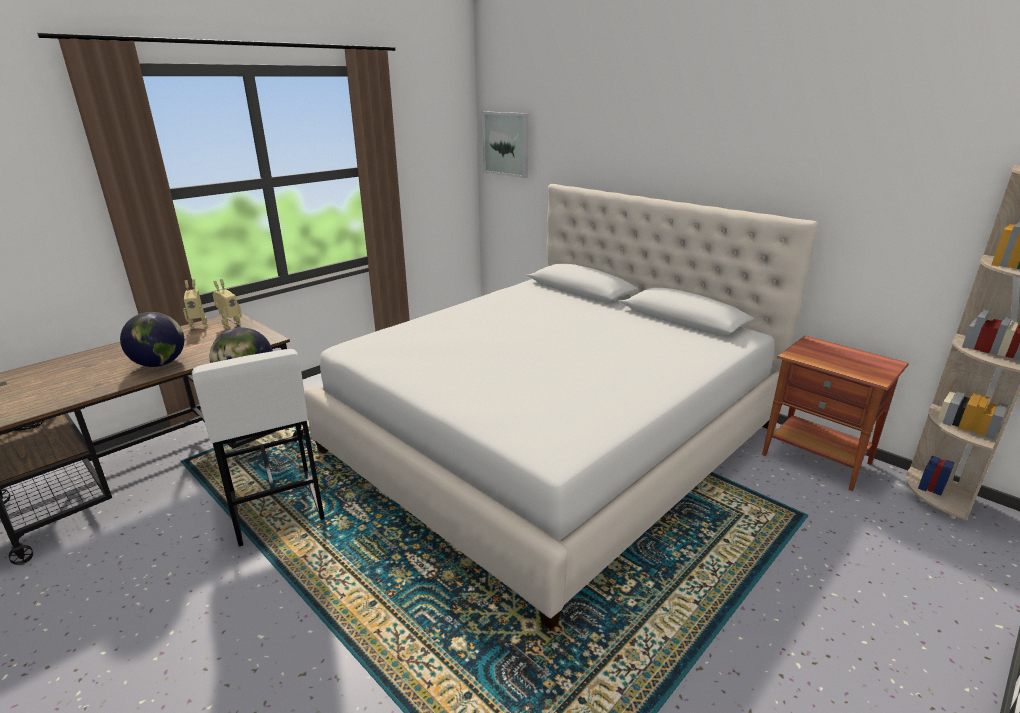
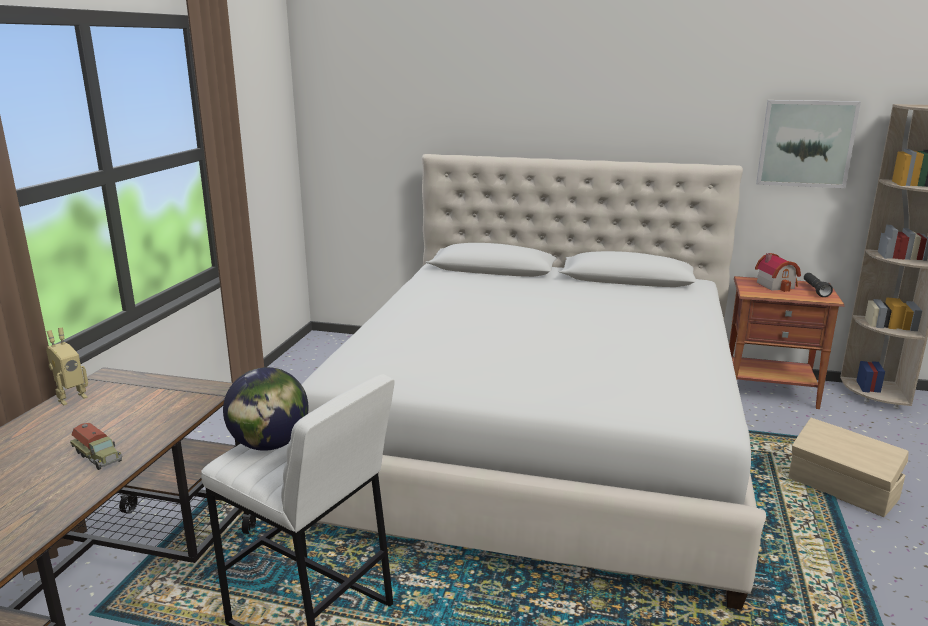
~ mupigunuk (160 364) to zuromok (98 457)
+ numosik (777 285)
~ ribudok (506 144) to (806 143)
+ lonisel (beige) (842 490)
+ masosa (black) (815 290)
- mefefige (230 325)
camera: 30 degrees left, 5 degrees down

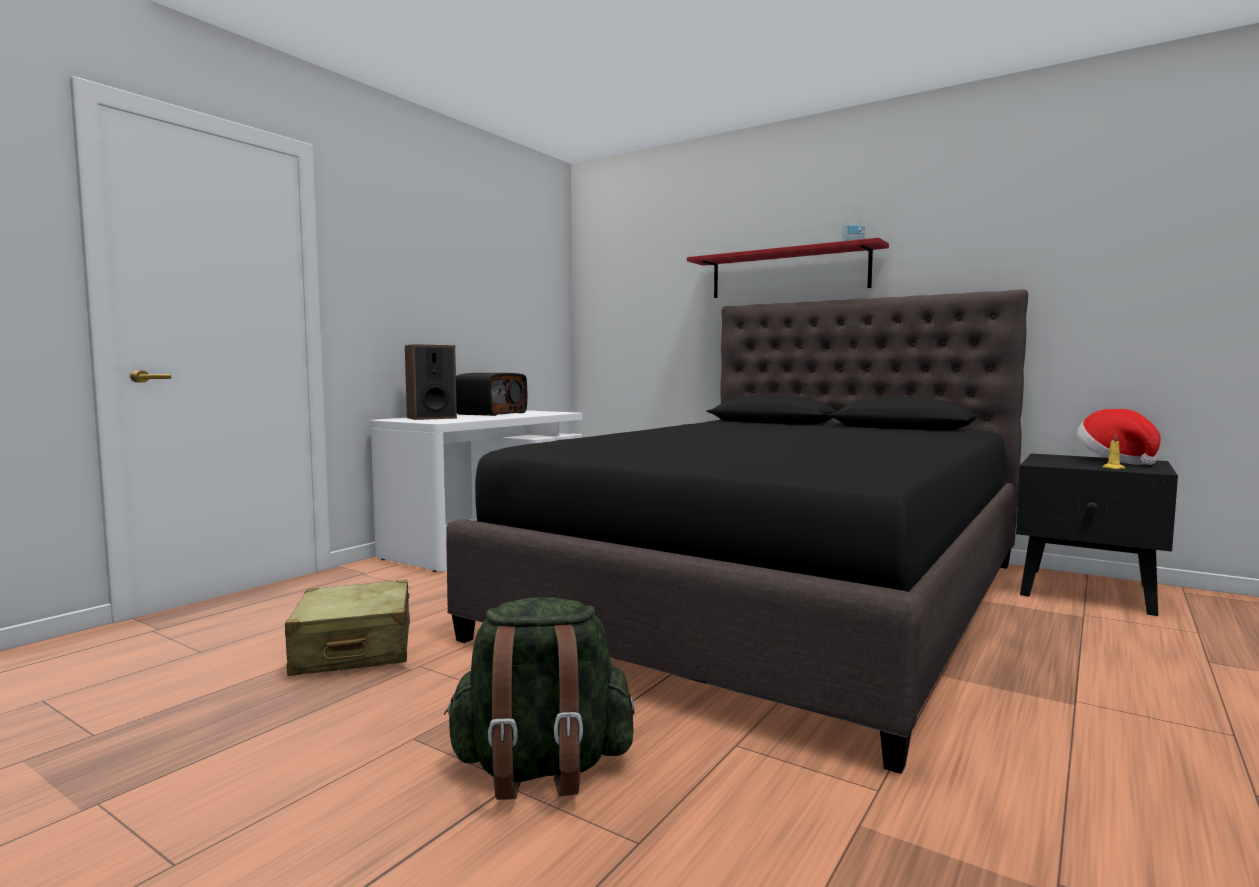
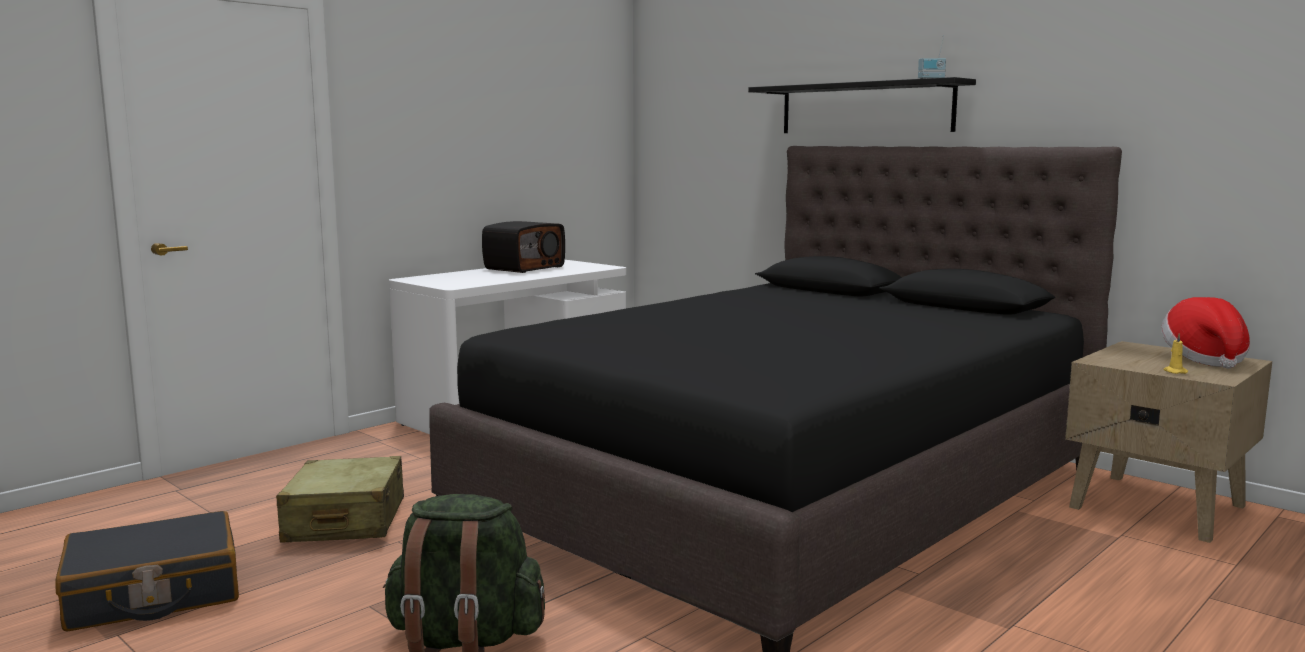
+ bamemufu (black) (153 593)
~ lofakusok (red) (788 273) to lofakusok (black) (865 108)
~ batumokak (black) (1089 590) to batumokak (beige) (1159 507)
- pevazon (431 418)
camera: 10 degrees right, 5 degrees up

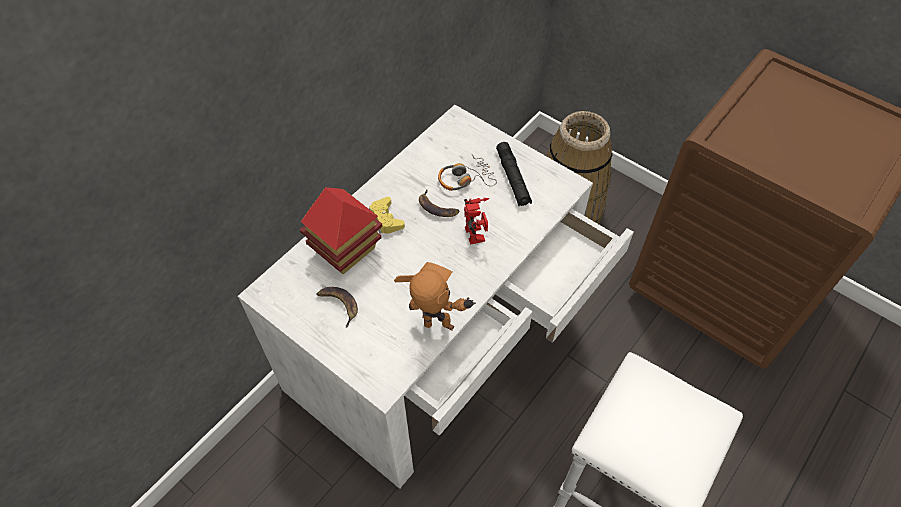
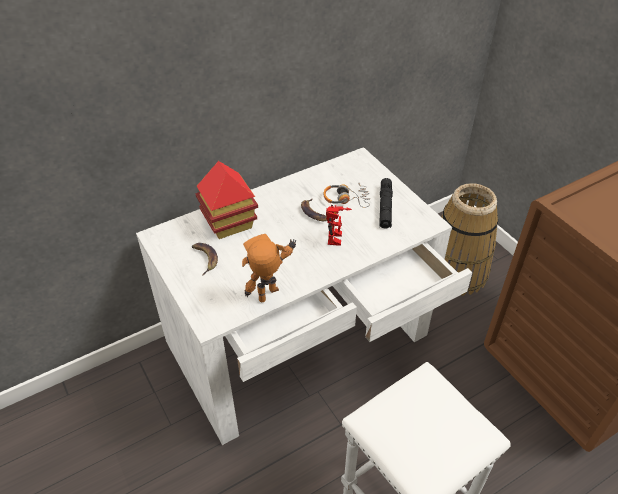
~ mefefige (438 330) = (271 297) 75 degrees counterclockwise
- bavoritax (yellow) (386 219)
camera: 20 degrees right, 10 degrees down

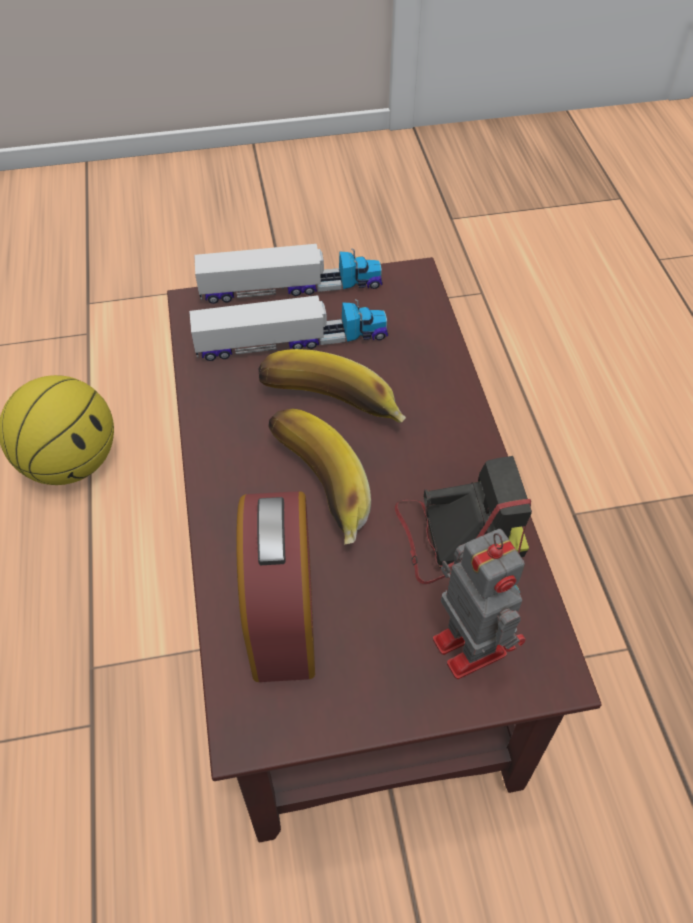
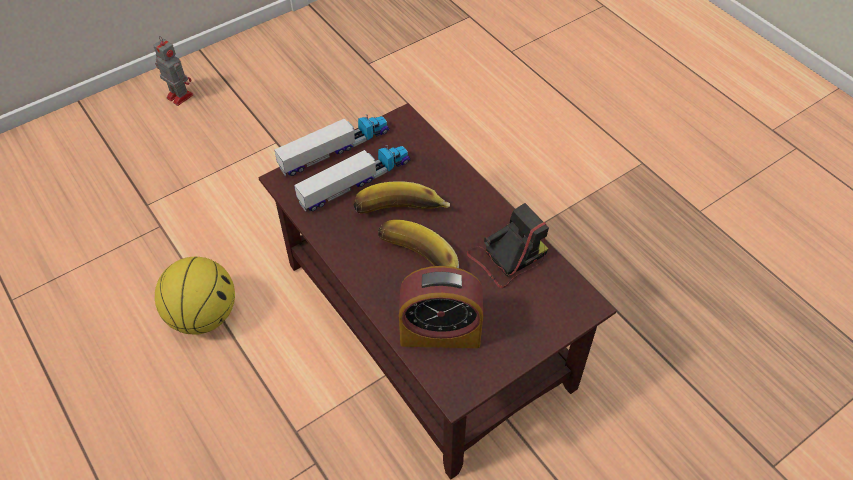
~ mefefige (467 643) to (179 96)
~ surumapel (282 615) = (440 332) 120 degrees clockwise
camera: 25 degrees left, 0 degrees up

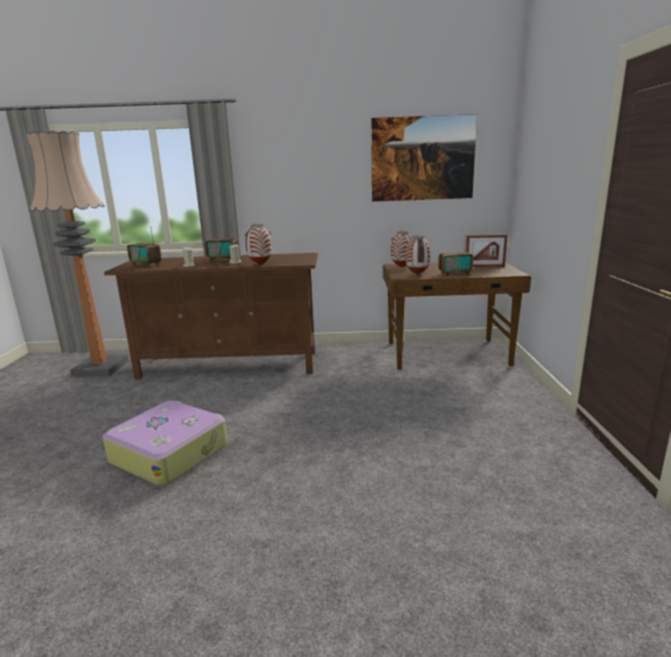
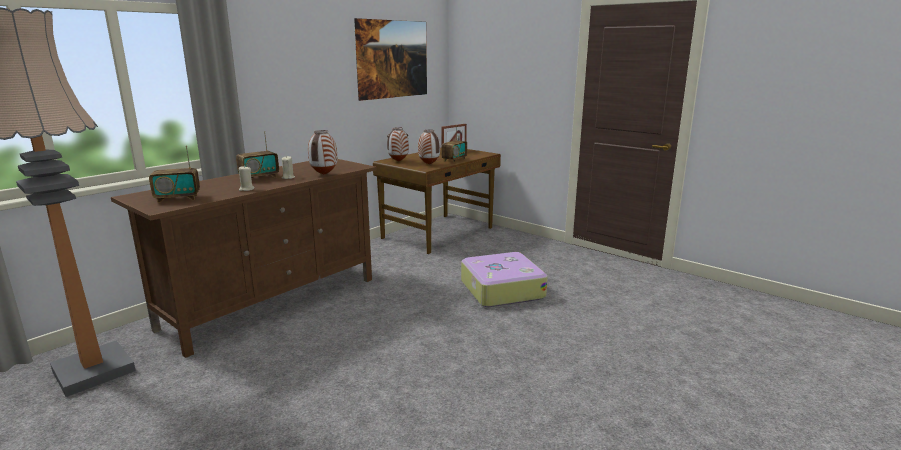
~ bamemufu (170 452) to (501 289)
camera: 50 degrees left, 0 degrees up

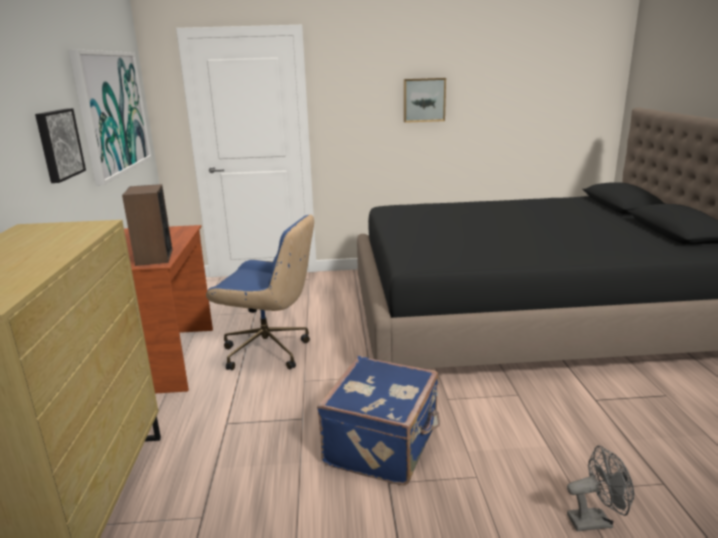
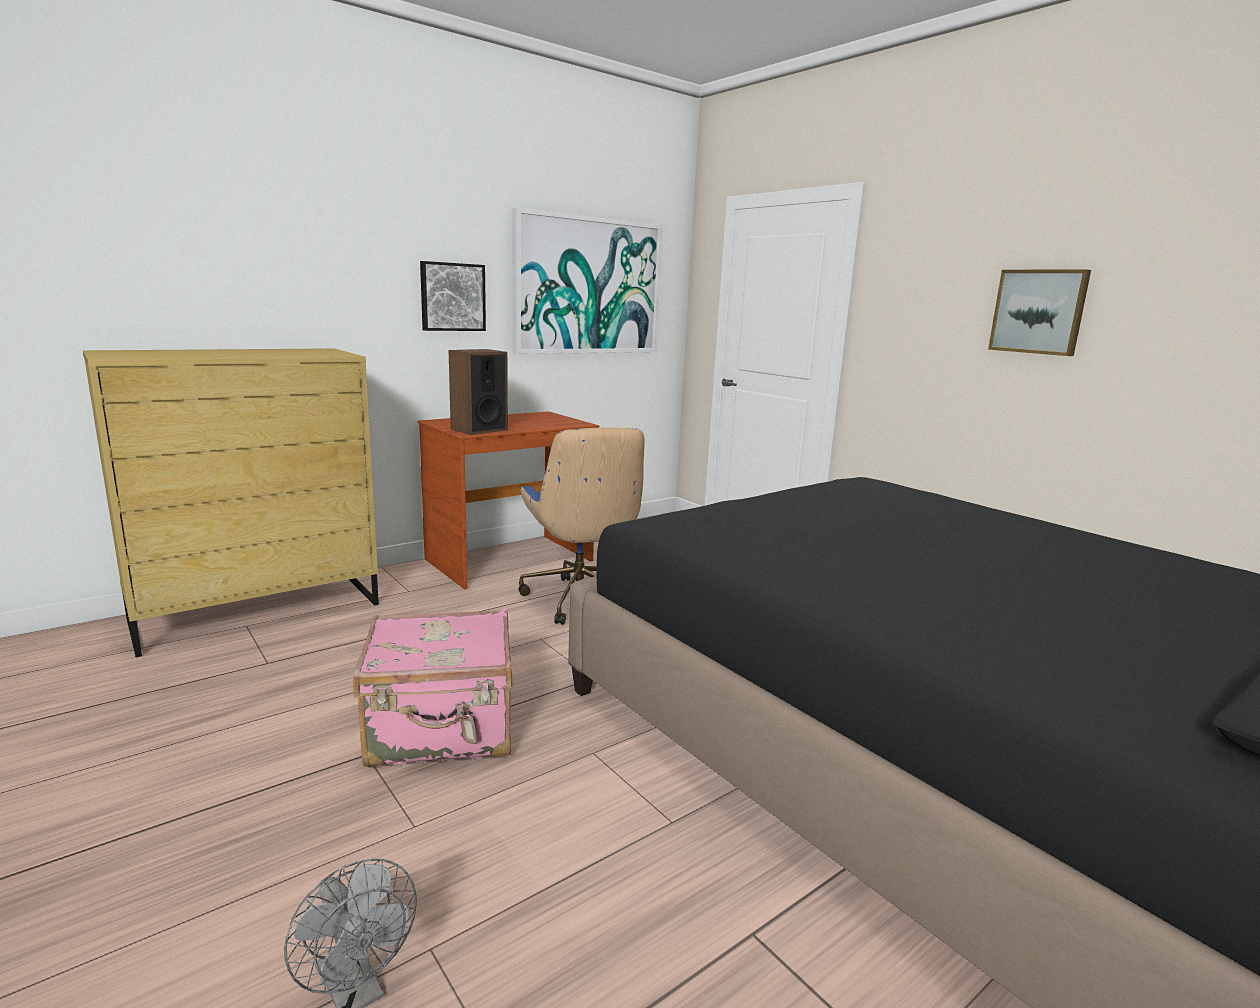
~ bamemufu (blue) (383 445) to bamemufu (pink) (442 730)
camera: 55 degrees right, 5 degrees down

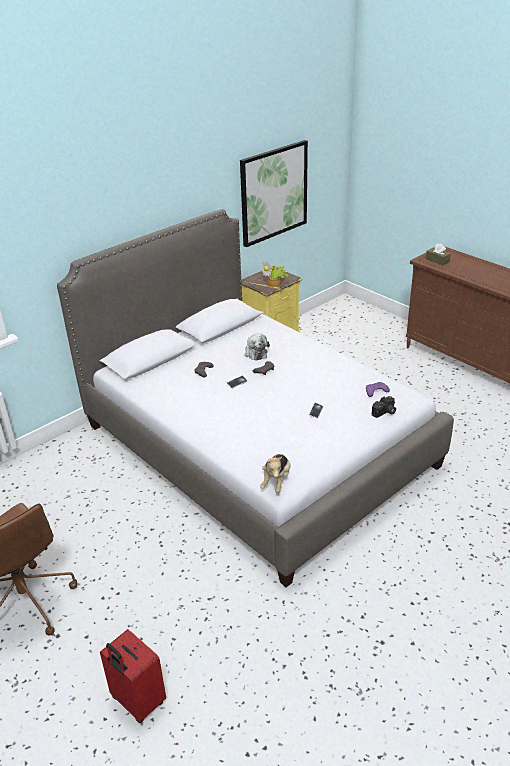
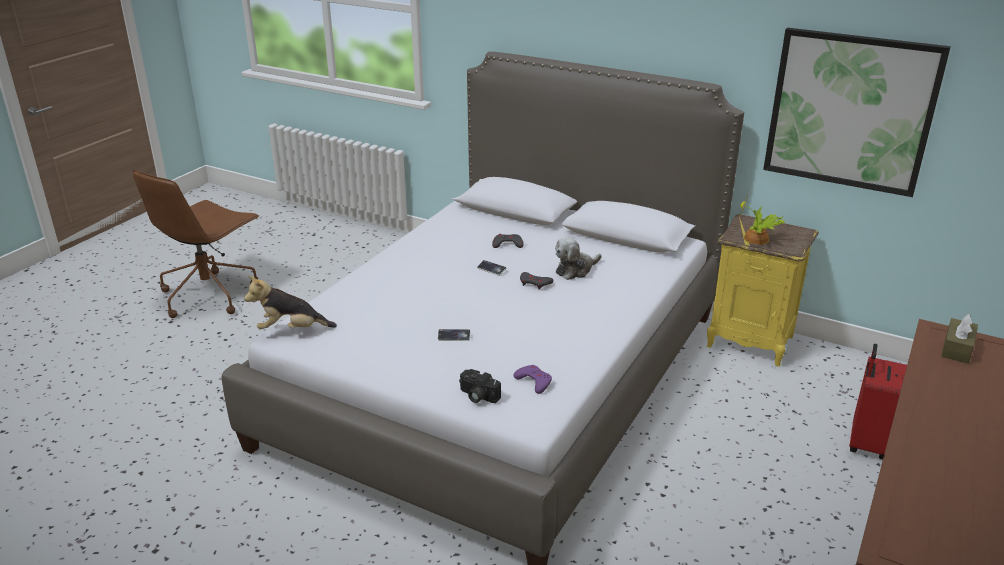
~ bamemufu (red) (137 702) to (867 443)
camera: 70 degrees right, 5 degrees down

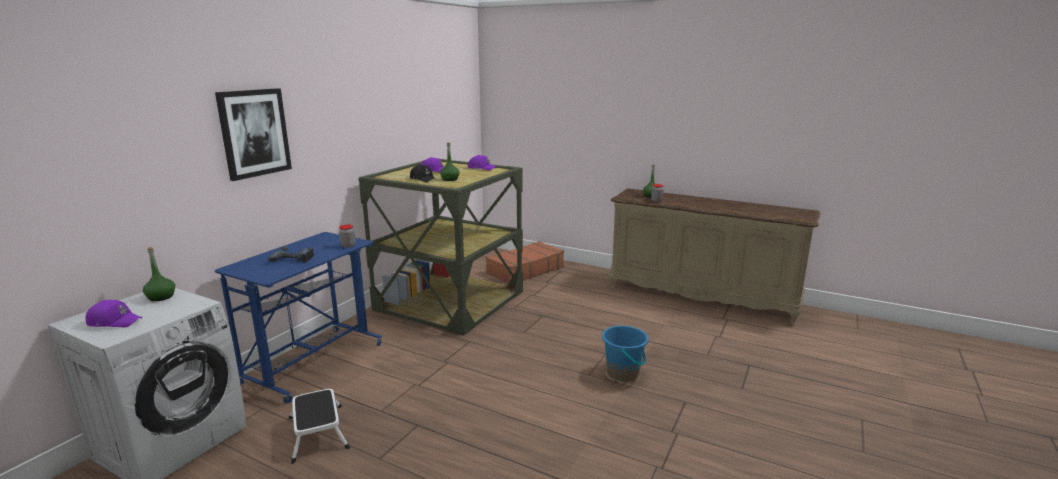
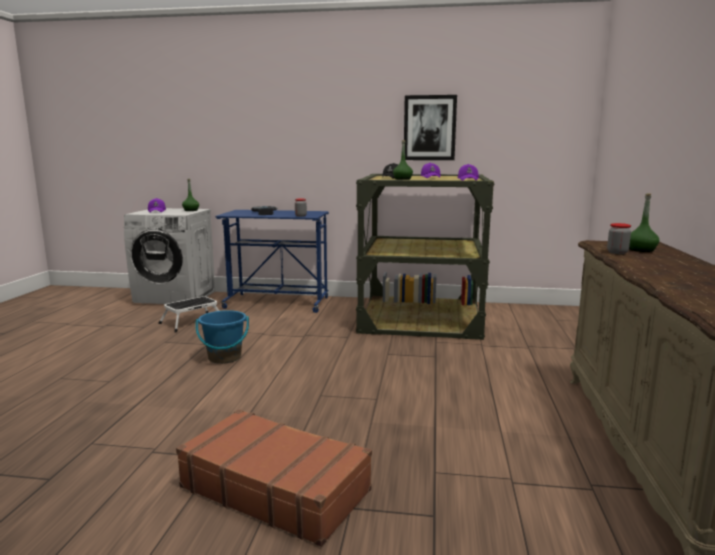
~ bamemufu (brown) (524 270) to (275 488)
~ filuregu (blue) (623 373) to (224 358)
~ ribudok (254 133) to (429 128)
camera: 70 degrees right, 5 degrees down

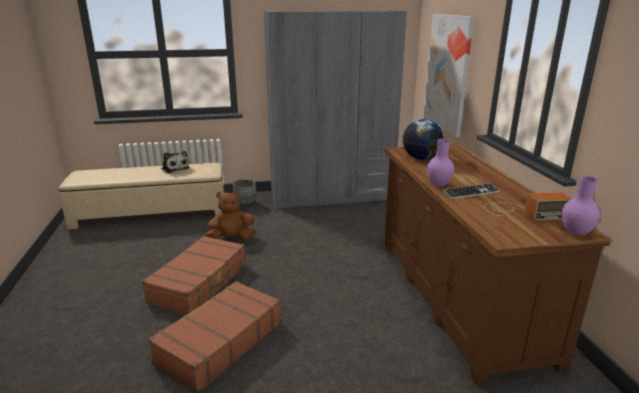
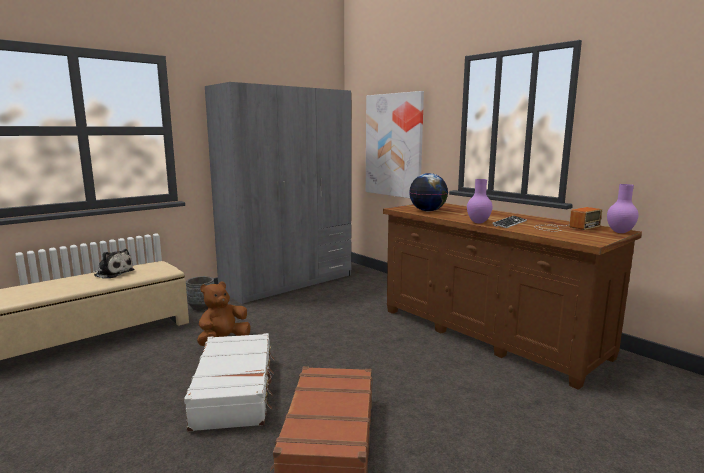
~ bamemufu (brown) (200 283) to bamemufu (white) (235 391)
camera: 30 degrees left, 10 degrees down

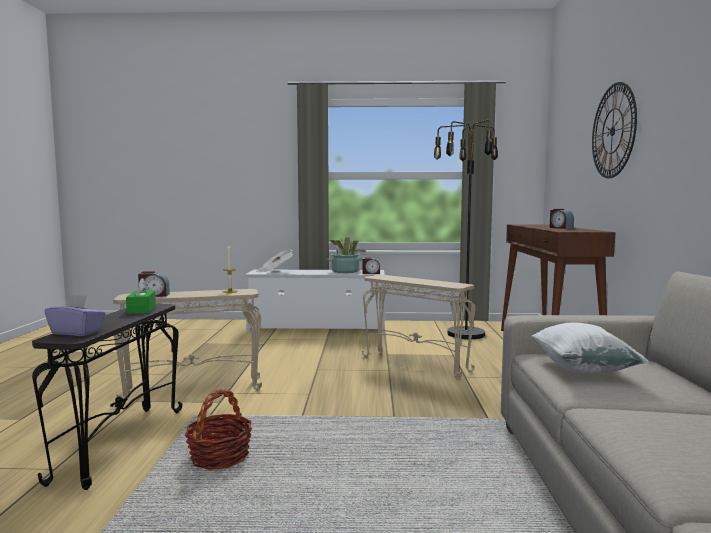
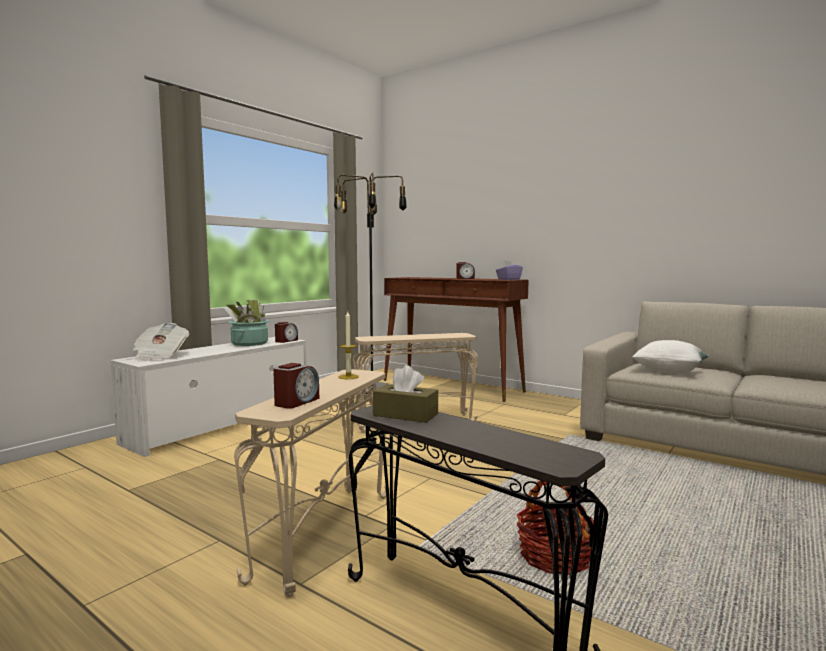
~ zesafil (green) (141 309) to zesafil (brown) (405 415)
~ zesafil (purple) (77 332) to (508 279)
- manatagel (613 131)
camera: 55 degrees left, 0 degrees up

